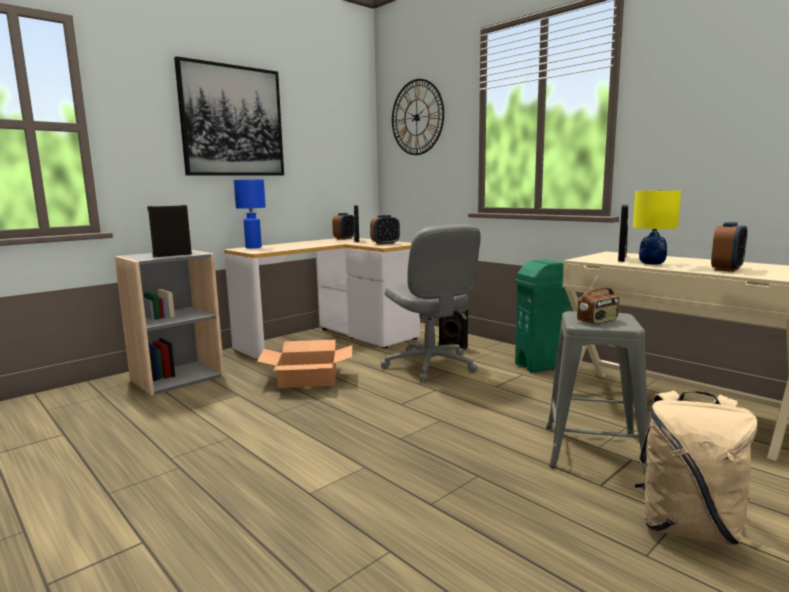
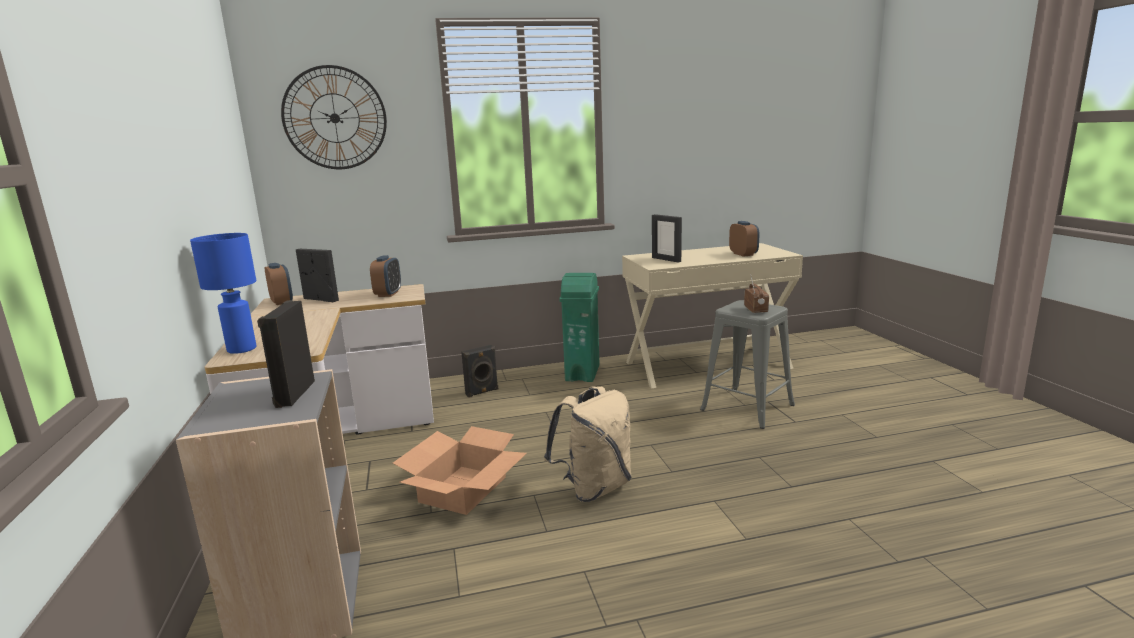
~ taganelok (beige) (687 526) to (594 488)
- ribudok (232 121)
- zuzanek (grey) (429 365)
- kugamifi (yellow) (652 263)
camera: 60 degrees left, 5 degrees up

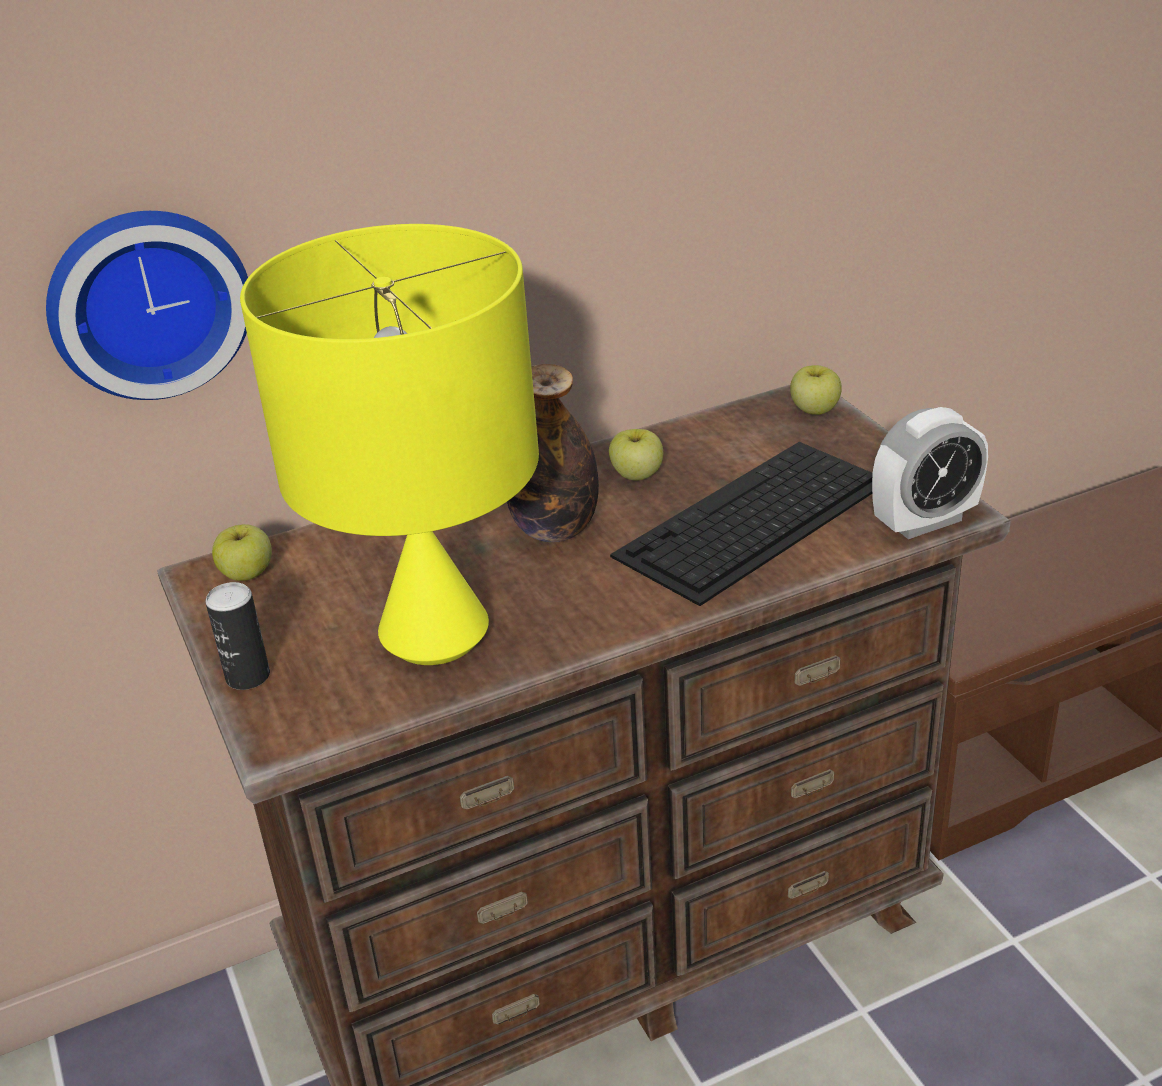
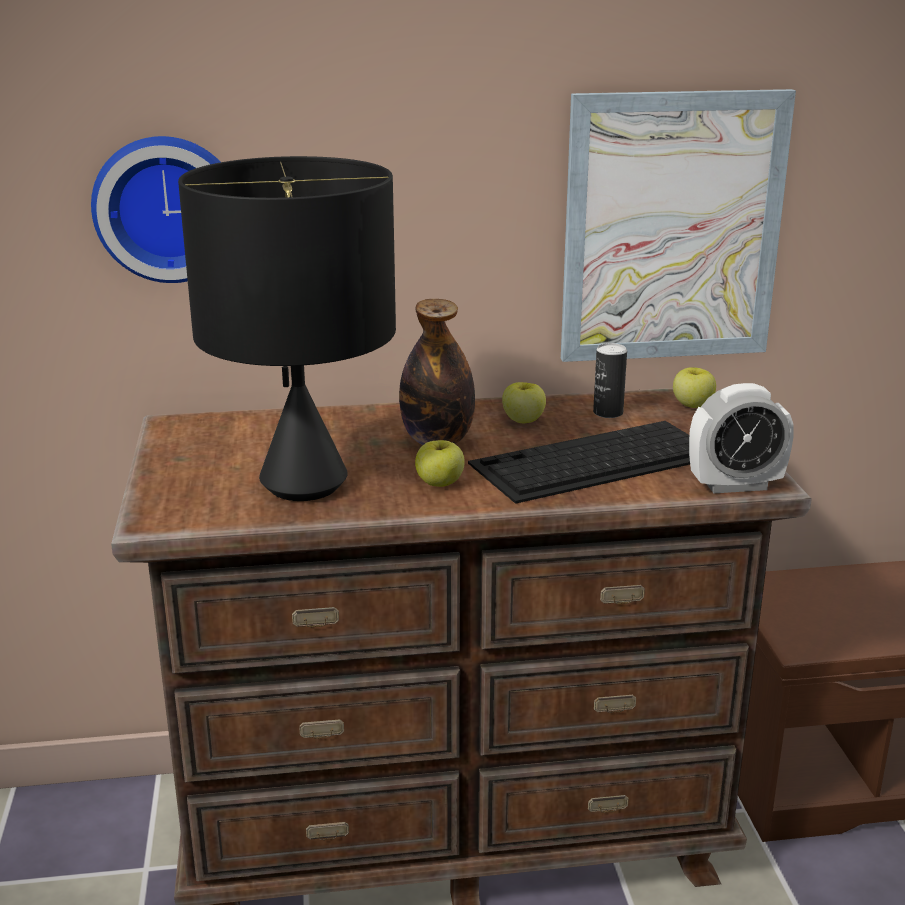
~ kugamifi (yellow) (435 638) to kugamifi (black) (304 486)
~ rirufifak (247 574) to (440 483)
+ ribudok (672 228)
~ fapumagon (248 676) to (608 413)
camera: 15 degrees right, 10 degrees down

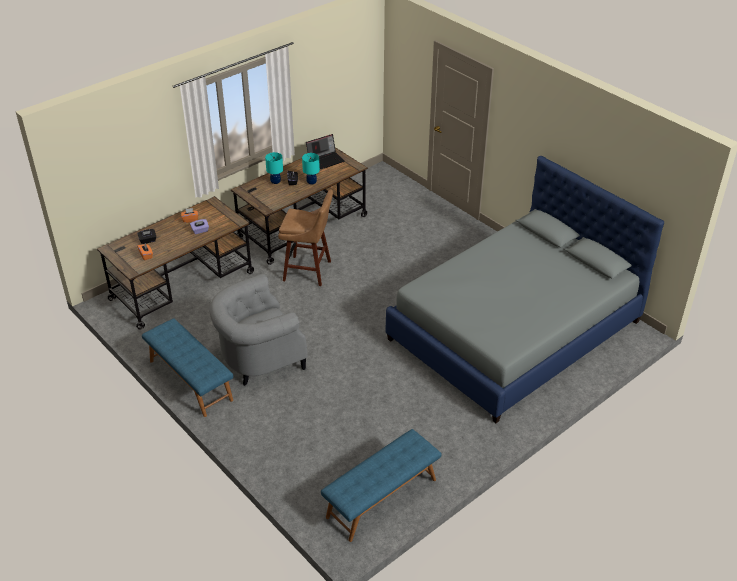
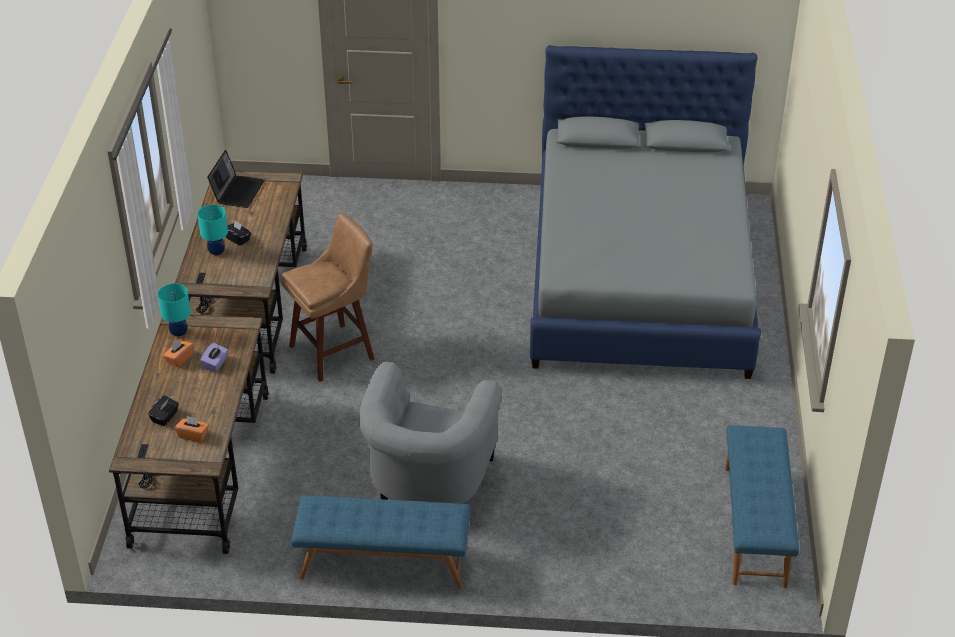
~ kugamifi (turquoise) (311 182) to (178 332)
camera: 45 degrees left, 0 degrees up

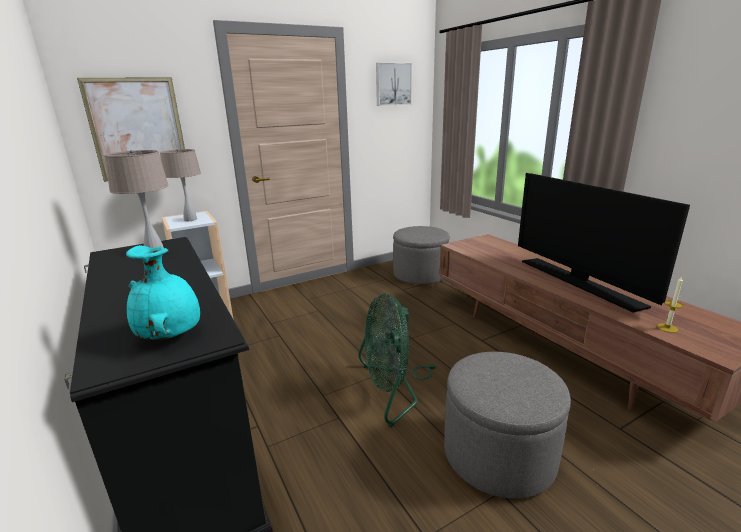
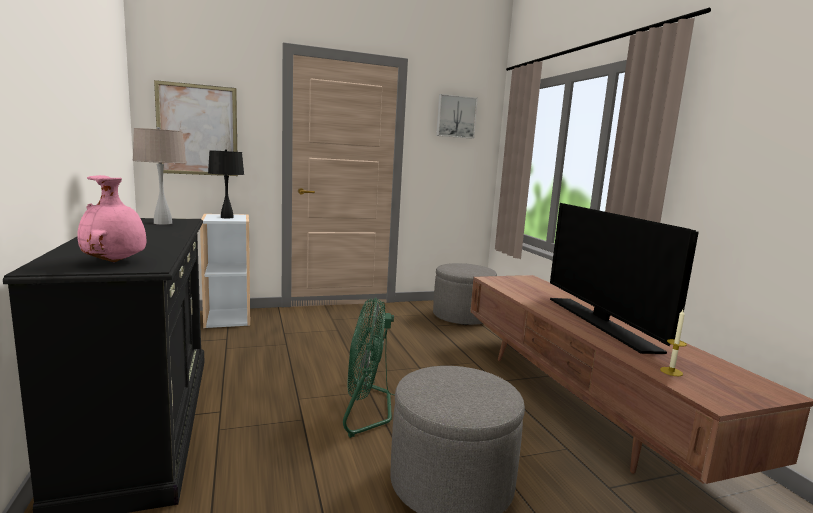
~ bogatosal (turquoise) (171 336) to bogatosal (pink) (116 262)
~ kugamifi (beige) (190 219) to kugamifi (black) (227 217)
camera: 10 degrees right, 10 degrees down

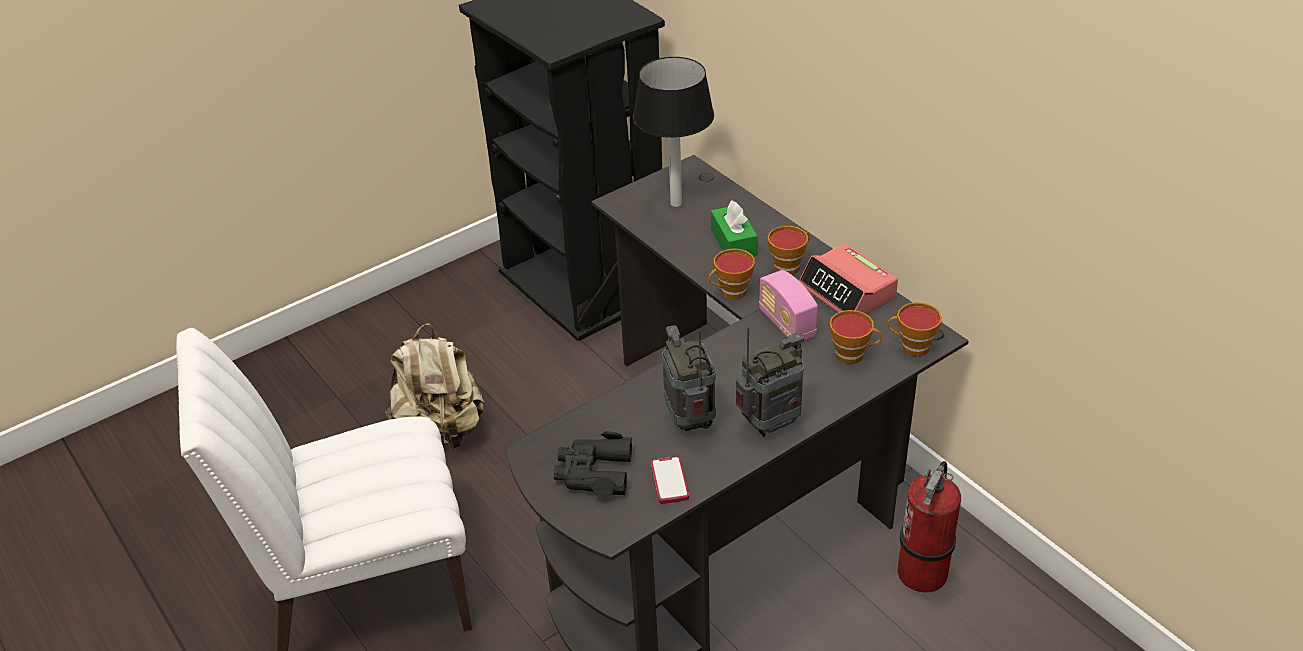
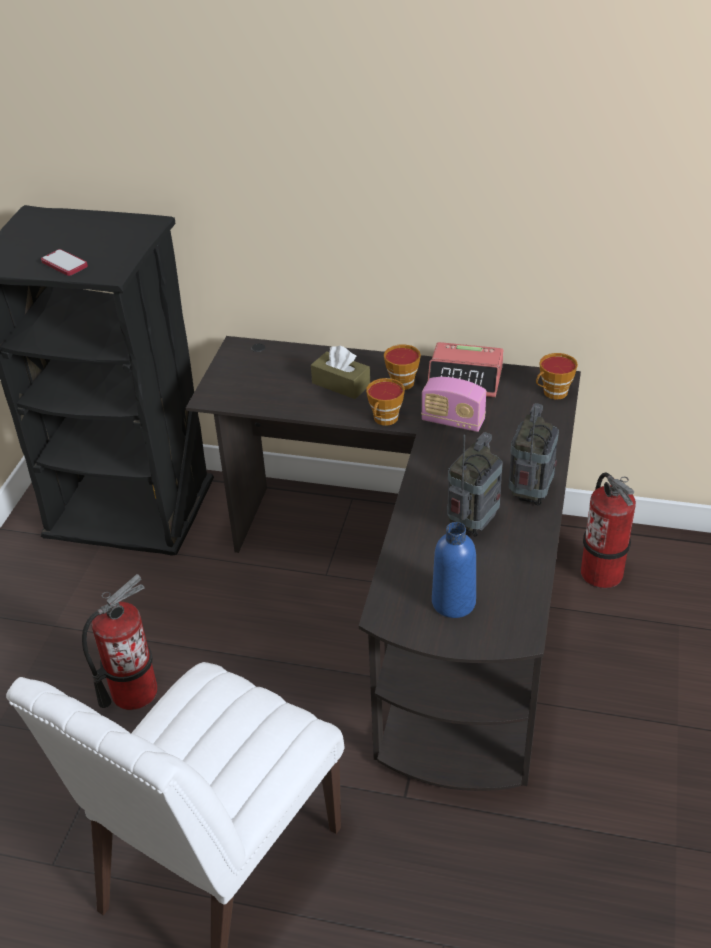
~ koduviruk (669 481) to (64 264)
~ taganelok (beige) (441 430) to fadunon (133 692)
~ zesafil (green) (733 242) to zesafil (brown) (341 384)
~ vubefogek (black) (594 473) to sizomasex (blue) (453 602)
~ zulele (690 420) = (473 524) 90 degrees clockwise
- kugamifi (675 203)
- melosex (853 355)
camera: 40 degrees left, 0 degrees up

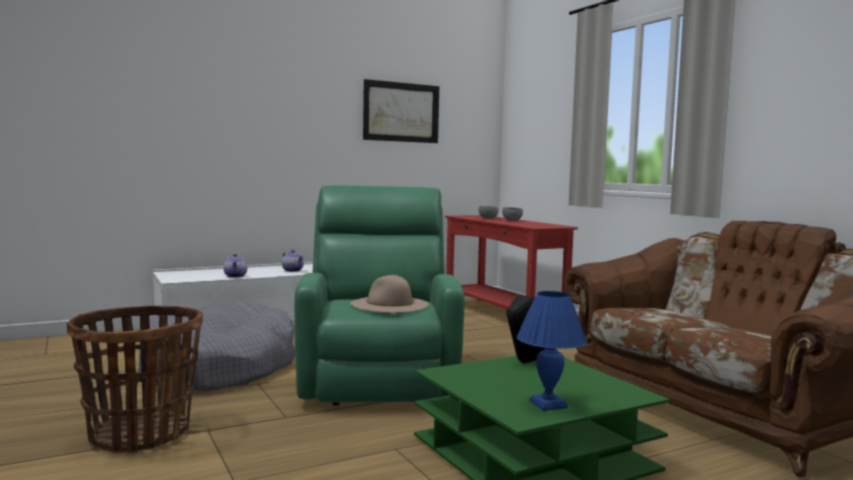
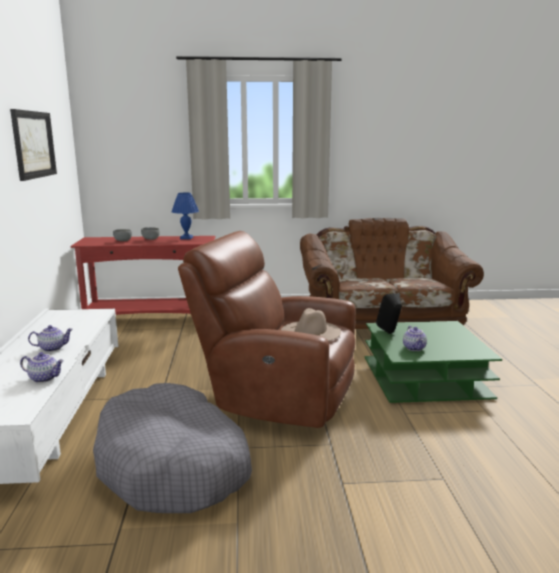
~ kugamifi (blue) (547 404) to (186 238)
~ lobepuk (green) (378 381) to lobepuk (brown) (276 395)
+ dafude (414 348)
- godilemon (140 434)
camera: 65 degrees left, 10 degrees up

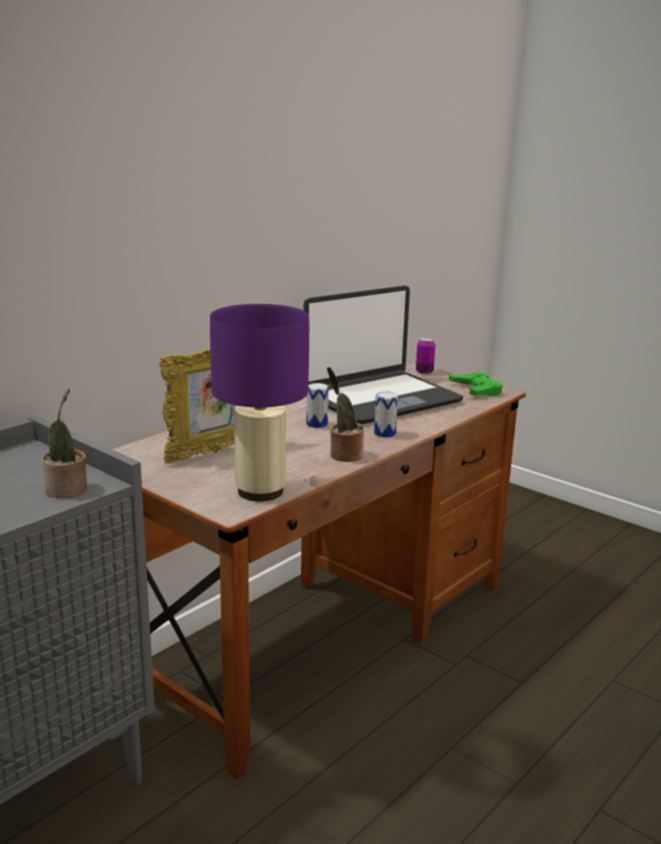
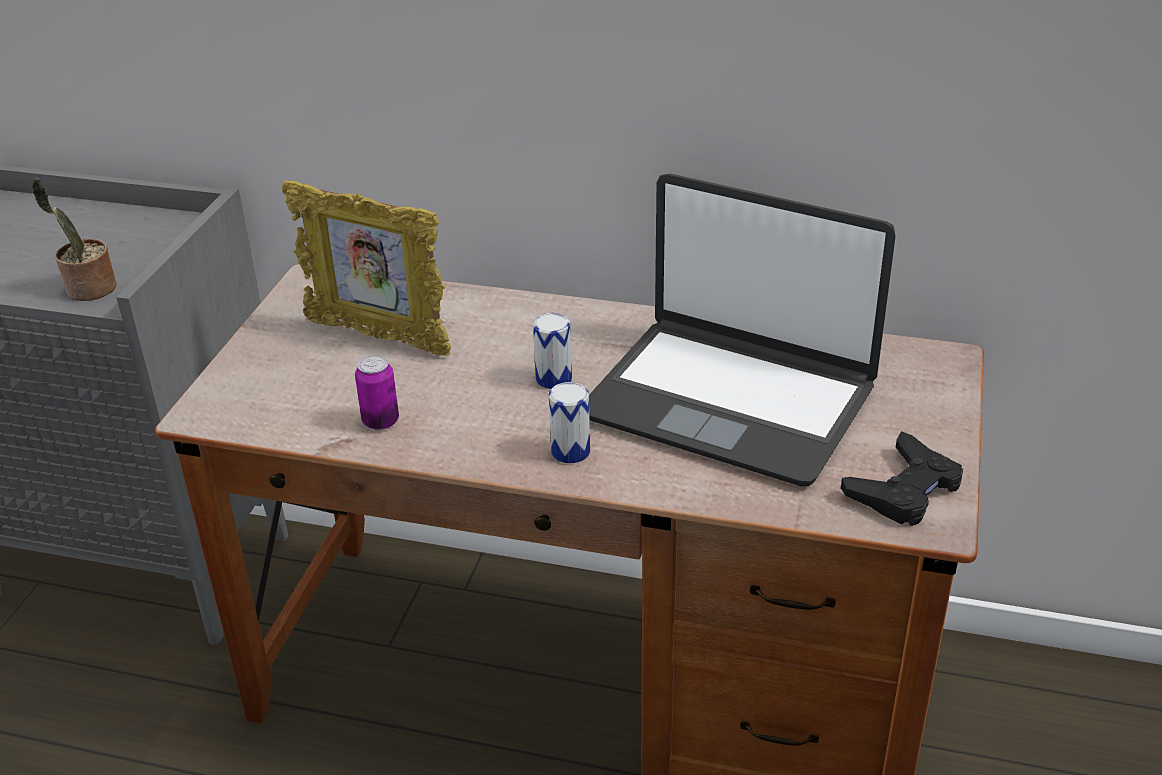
~ fapumagon (424 372) to (380 421)
~ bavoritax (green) (476 390) to bavoritax (black) (904 489)
- kugamifi (purple) (260 491)
- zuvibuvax (343 455)
camera: 65 degrees right, 15 degrees up

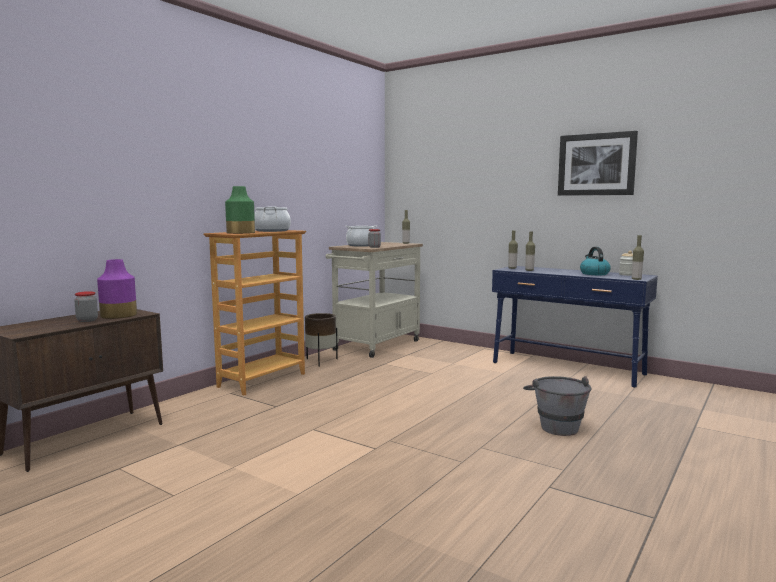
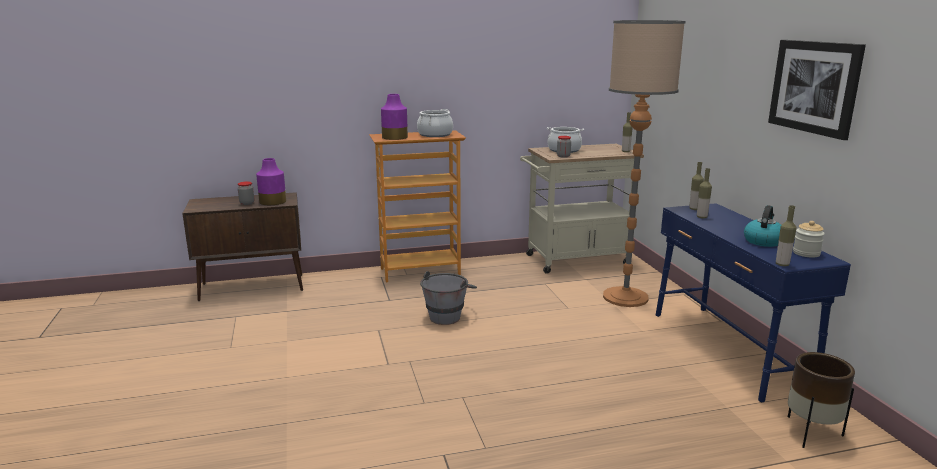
~ bogatosal (green) (241 232) to bogatosal (purple) (395 137)
~ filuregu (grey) (555 425) to (448 315)
+ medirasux (625 297)
~ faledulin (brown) (321 361) to (811 433)
camera: 40 degrees right, 10 degrees up

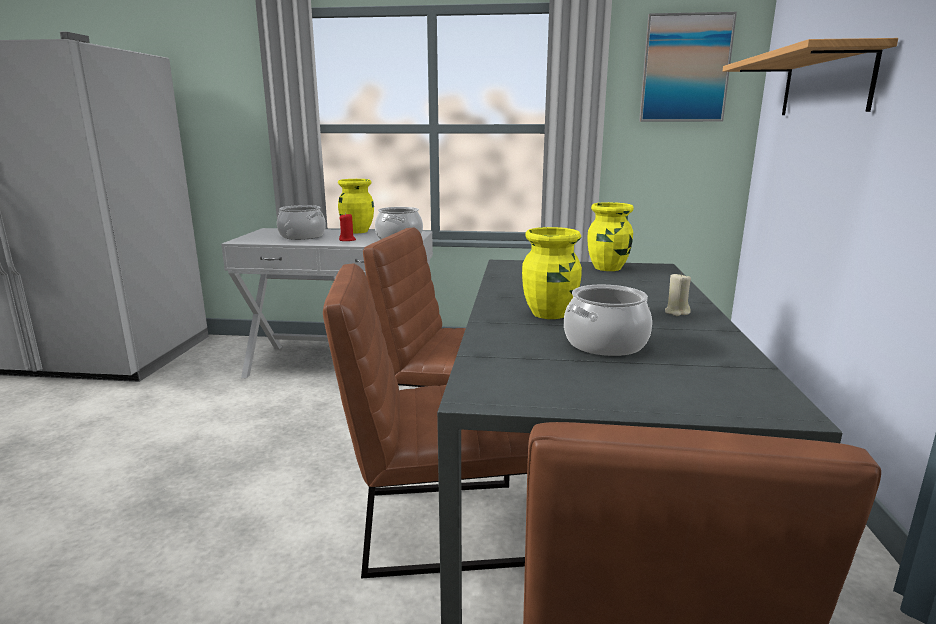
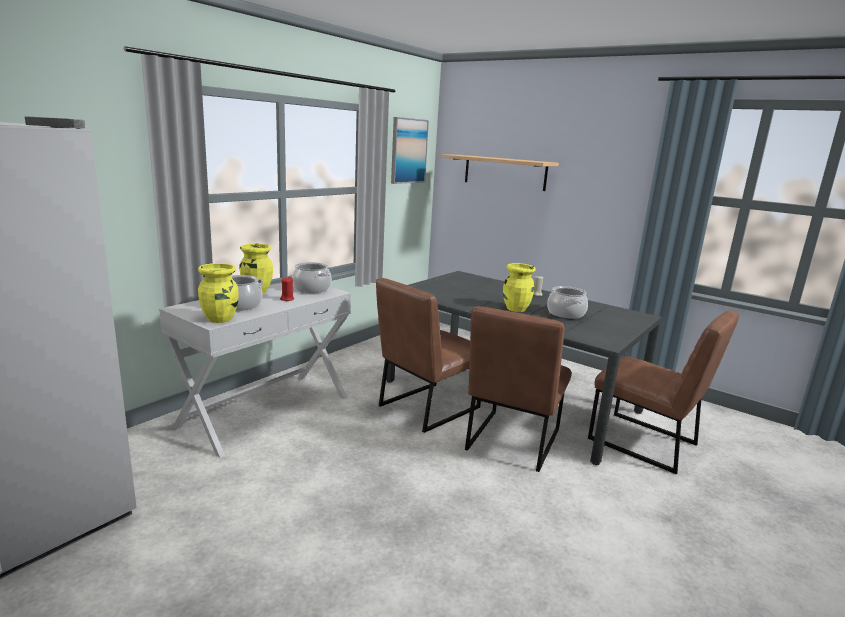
~ bogatosal (yellow) (608 268) to (220 319)
camera: 60 degrees left, 0 degrees up

